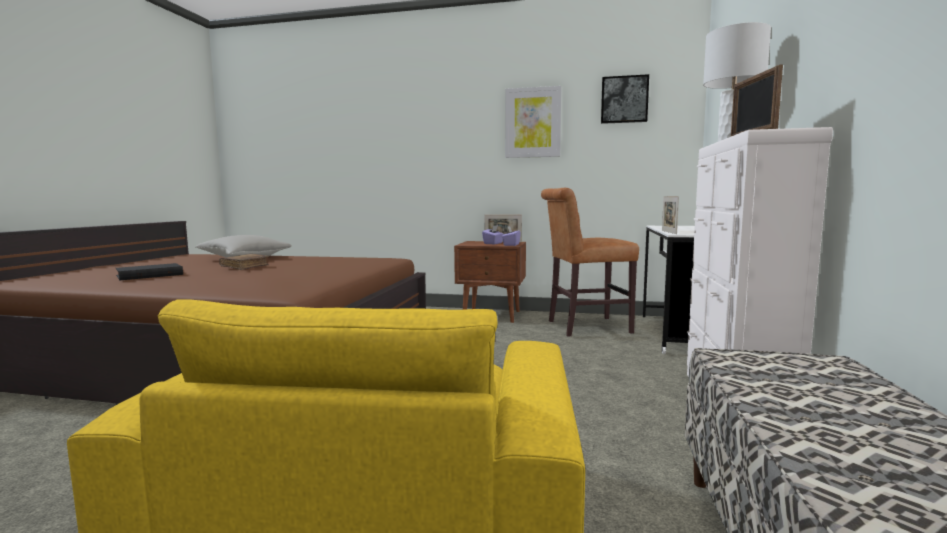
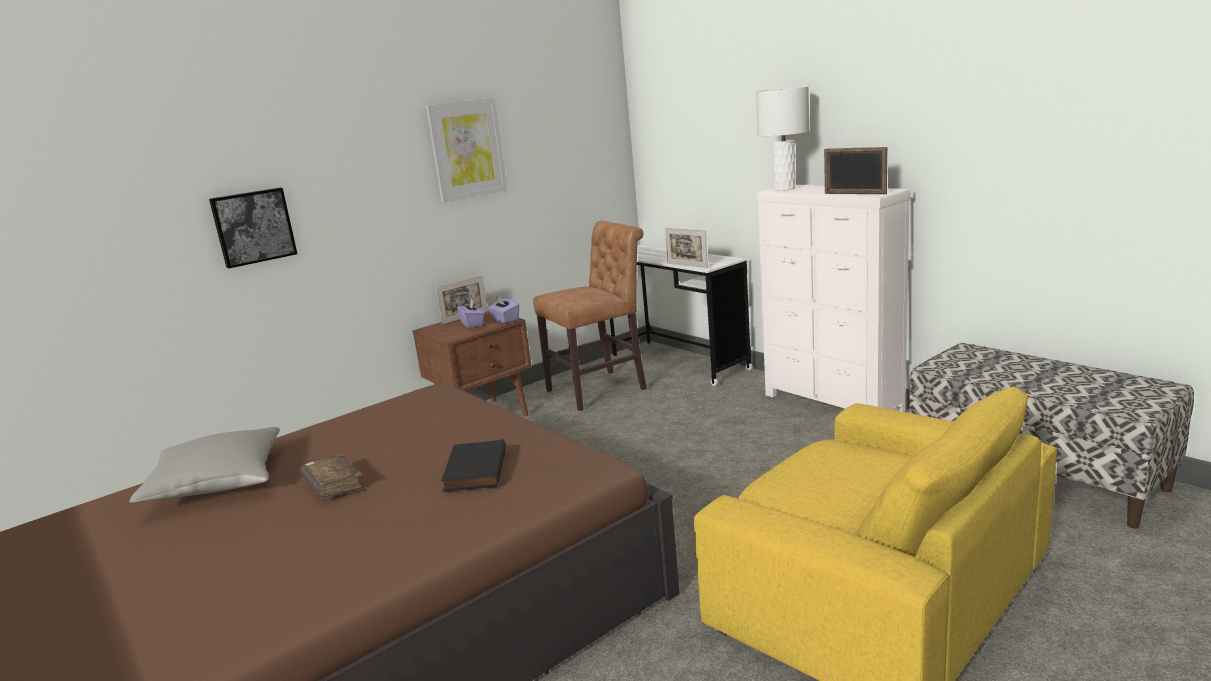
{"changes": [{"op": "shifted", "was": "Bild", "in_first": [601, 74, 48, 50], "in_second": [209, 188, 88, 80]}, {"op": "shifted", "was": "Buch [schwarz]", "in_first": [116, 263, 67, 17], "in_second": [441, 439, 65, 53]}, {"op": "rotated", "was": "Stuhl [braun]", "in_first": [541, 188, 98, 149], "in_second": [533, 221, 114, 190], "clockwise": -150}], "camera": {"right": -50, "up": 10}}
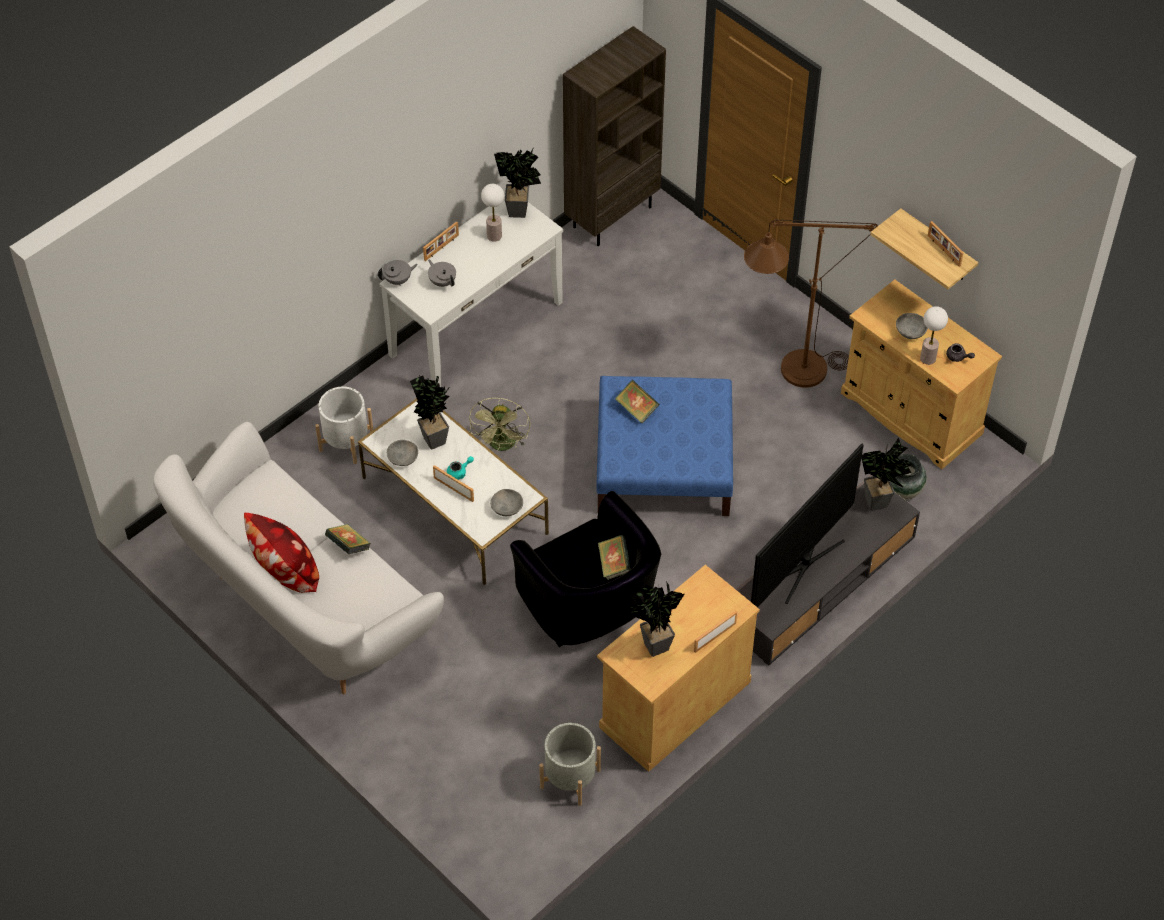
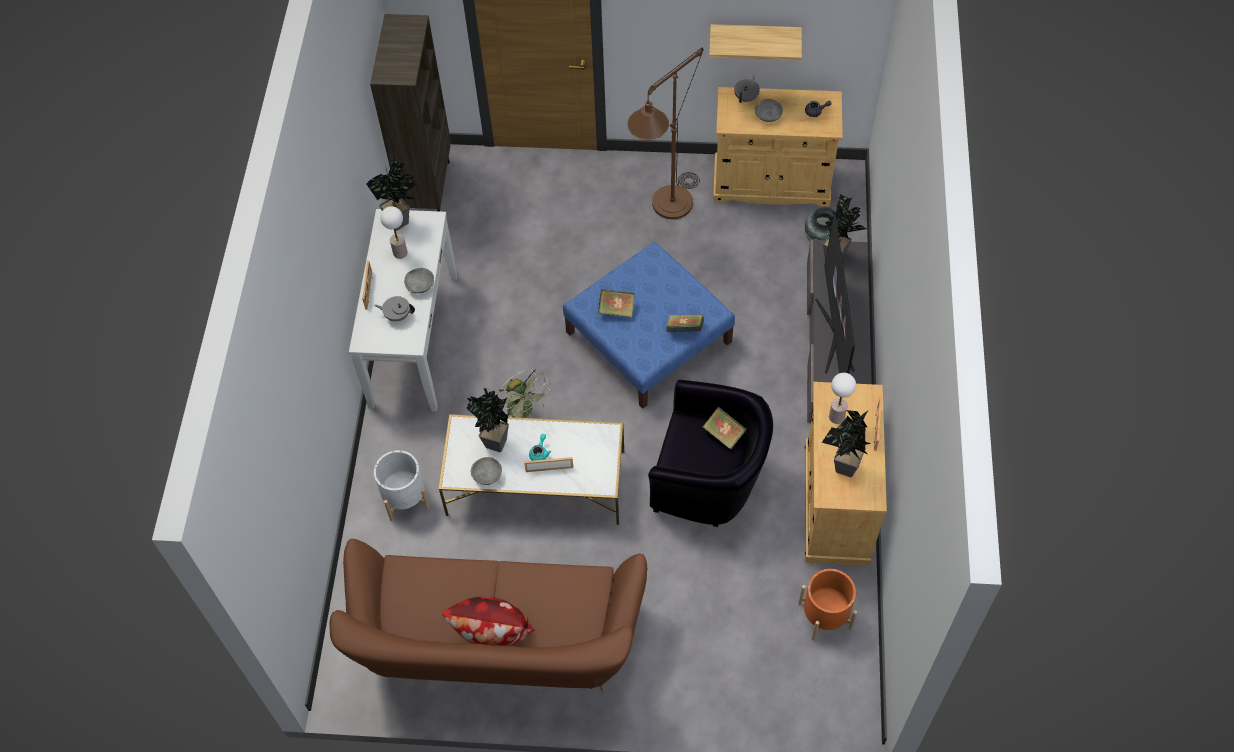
{"changes": [{"op": "repainted", "was": "Sofa [weiß]", "now": "Sofa [braun]", "in_first": [153, 422, 291, 272], "in_second": [329, 539, 318, 153]}, {"op": "shifted", "was": "Schüssel [grau]", "in_first": [490, 489, 33, 27], "in_second": [404, 268, 30, 26]}, {"op": "shifted", "was": "Buch", "in_first": [325, 524, 46, 30], "in_second": [666, 314, 38, 18]}, {"op": "shifted", "was": "Teekanne [grau]", "in_first": [378, 260, 40, 25], "in_second": [734, 75, 26, 28]}, {"op": "repainted", "was": "Pflanzkübel [grau]", "now": "Pflanzkübel [orange]", "in_first": [539, 723, 62, 83], "in_second": [798, 569, 59, 71]}, {"op": "shifted", "was": "Tischlampe", "in_first": [920, 306, 28, 59], "in_second": [829, 373, 27, 51]}, {"op": "gone", "was": "Bilderrahmen", "in_first": [928, 221, 36, 46]}], "camera": {"right": -40, "up": 5}}
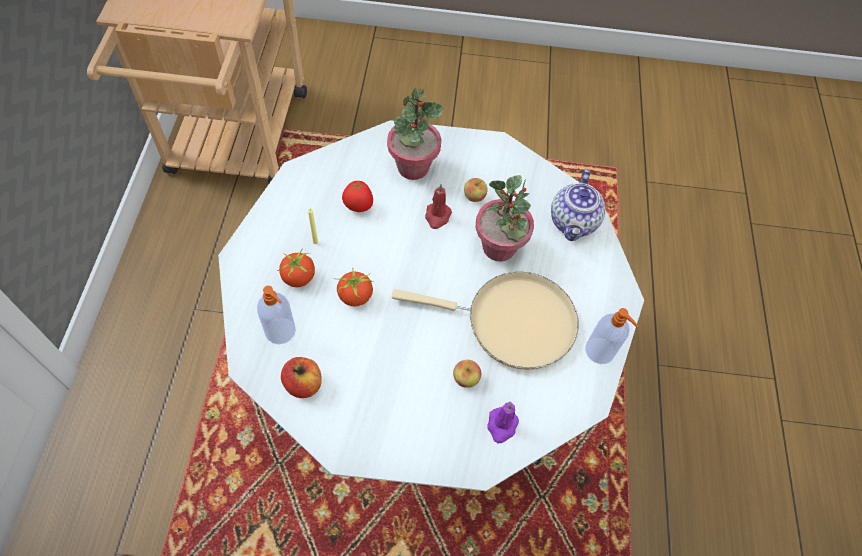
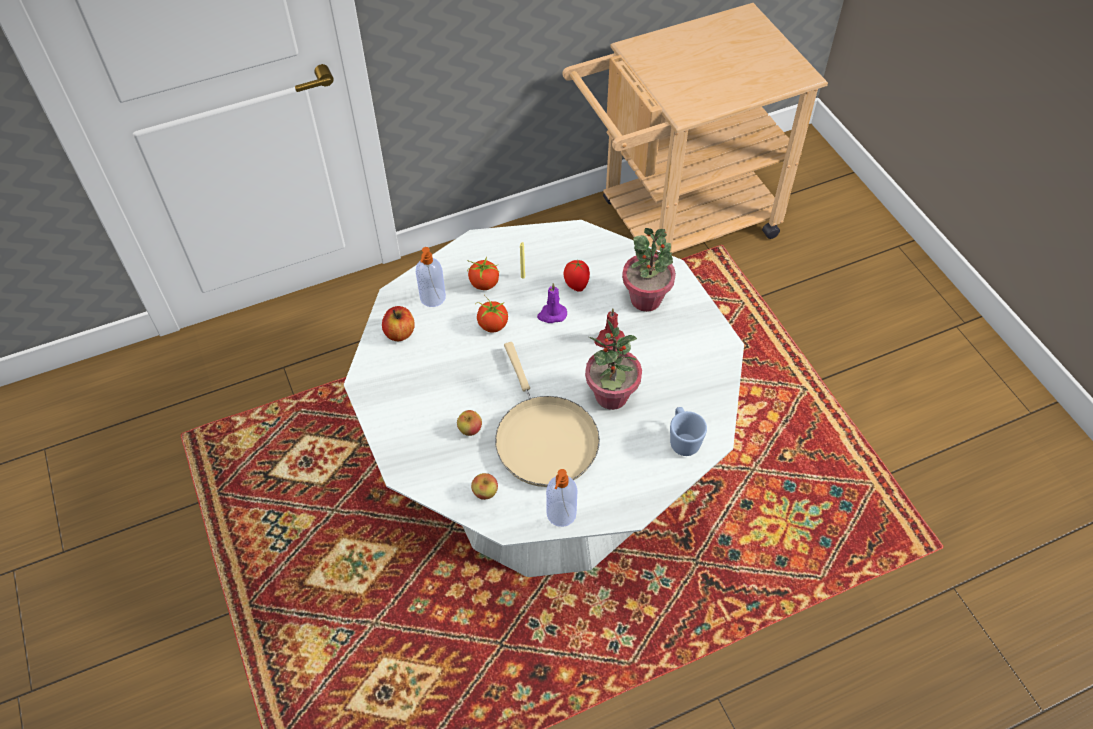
{"changes": [{"op": "shifted", "was": "Apfel", "in_first": [464, 178, 24, 24], "in_second": [471, 473, 27, 27]}, {"op": "shifted", "was": "Kerze [lila]", "in_first": [487, 402, 32, 41], "in_second": [537, 283, 30, 40]}, {"op": "swapped", "was": "Teekanne", "now": "Henkelbecher [blau]", "in_first": [551, 170, 55, 71], "in_second": [670, 407, 37, 49]}], "camera": {"right": 65, "up": -5}}
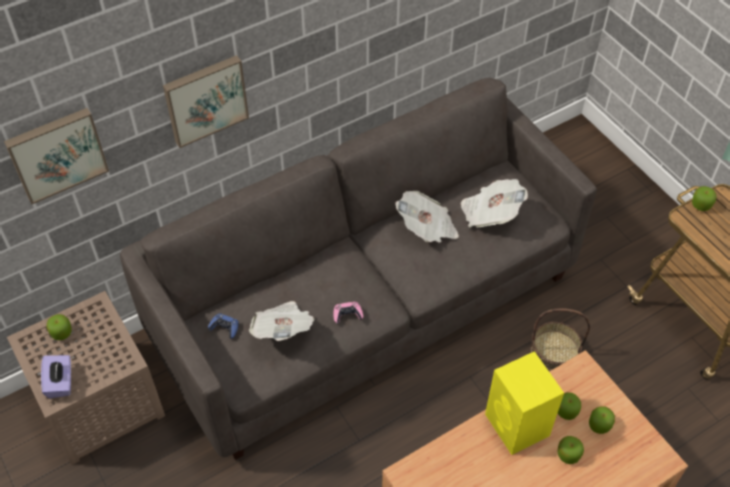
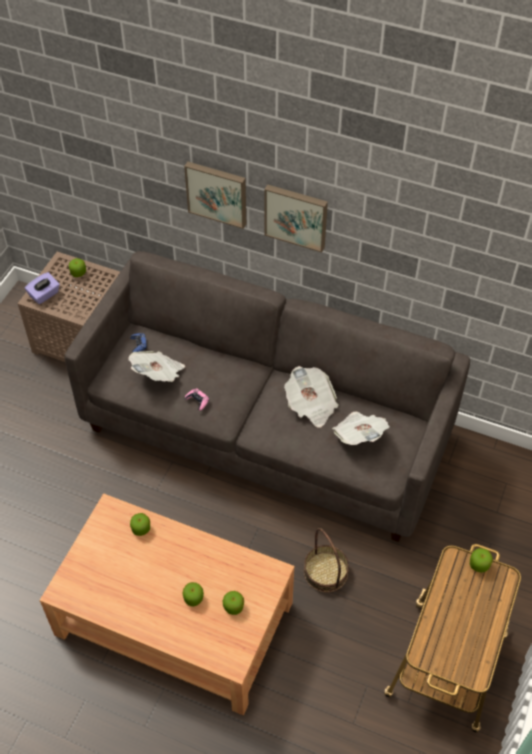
{"changes": [{"op": "shifted", "was": "Apfel", "in_first": [558, 392, 23, 28], "in_second": [130, 513, 20, 23]}, {"op": "shifted", "was": "Bild", "in_first": [4, 108, 105, 96], "in_second": [264, 184, 64, 69]}, {"op": "gone", "was": "Lautsprecher [gelb]", "in_first": [485, 351, 79, 104]}], "camera": {"right": 55, "up": 0}}
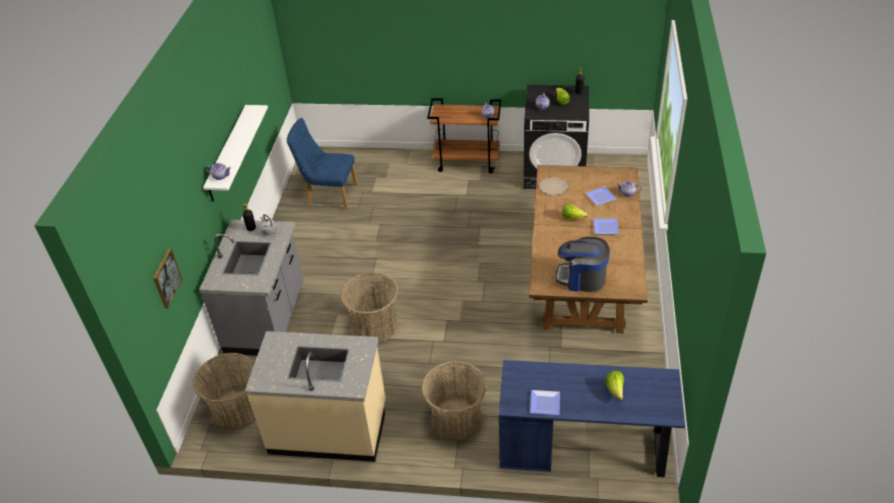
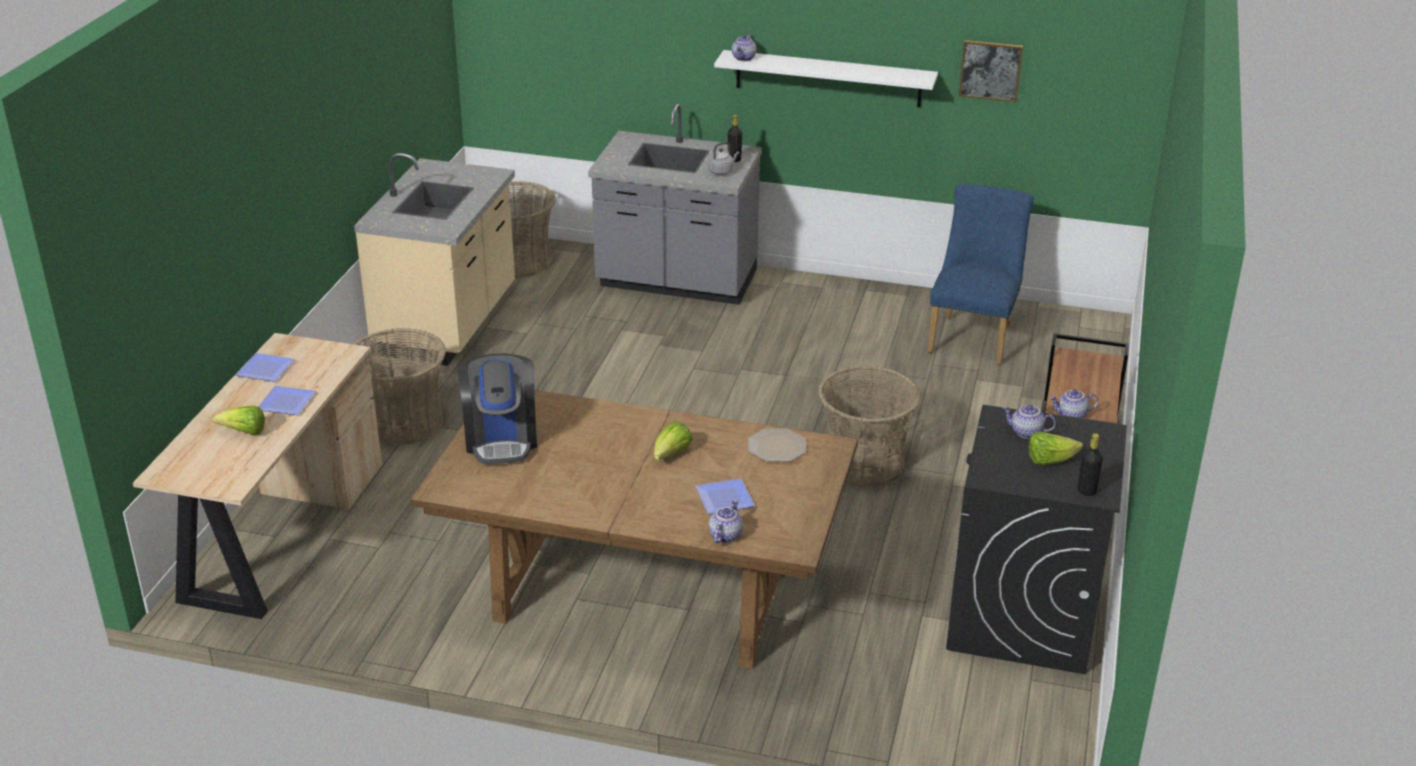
{"changes": [{"op": "repainted", "was": "Schreibtisch [blau]", "now": "Schreibtisch [beige]", "in_first": [498, 360, 187, 117], "in_second": [133, 333, 249, 286]}, {"op": "shifted", "was": "Teller", "in_first": [593, 219, 26, 15], "in_second": [258, 386, 58, 29]}, {"op": "rotated", "was": "Kaffeemaschine", "in_first": [556, 237, 54, 55], "in_second": [457, 354, 80, 110], "clockwise": 150}, {"op": "shifted", "was": "Korb", "in_first": [340, 272, 58, 70], "in_second": [818, 365, 103, 122]}, {"op": "shifted", "was": "Bild", "in_first": [153, 249, 29, 60], "in_second": [959, 40, 64, 62]}], "camera": {"right": 95, "up": -10}}
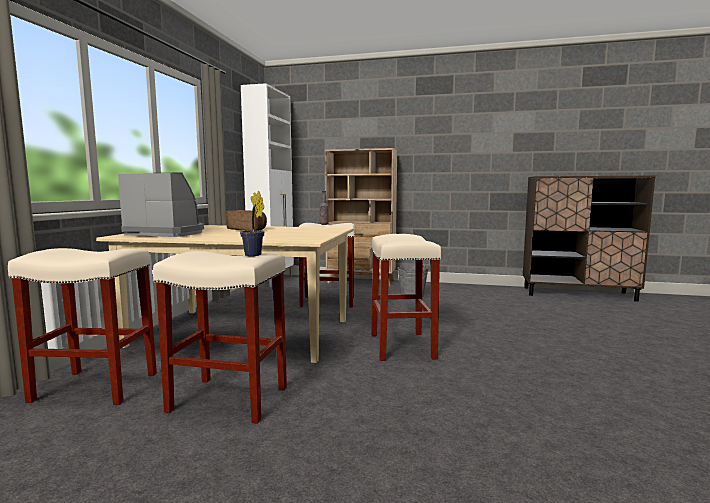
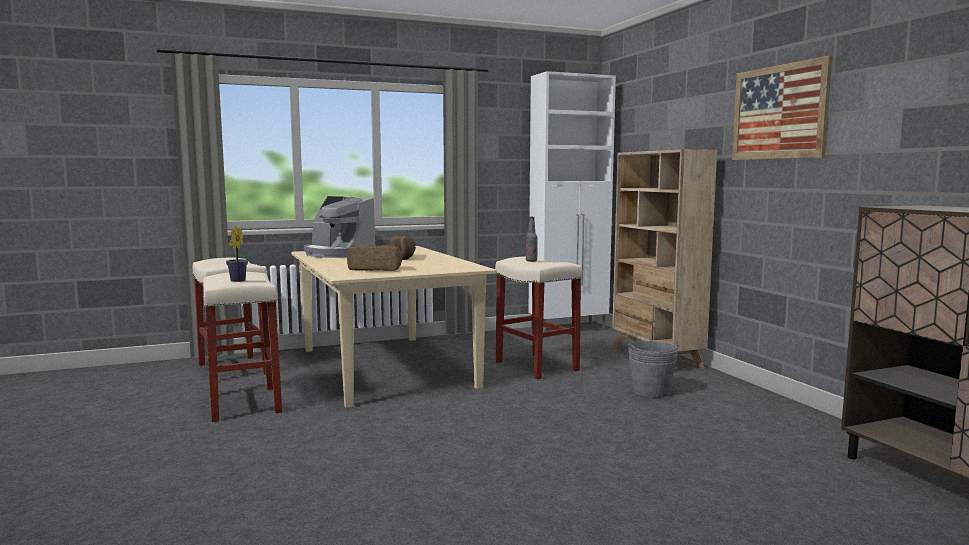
{"changes": [{"op": "rotated", "was": "Kaffeemaschine", "in_first": [118, 173, 86, 64], "in_second": [304, 196, 71, 62], "clockwise": 150}, {"op": "new", "now": "Brot", "in_second": [347, 245, 55, 26]}, {"op": "new", "now": "Bild", "in_second": [732, 56, 100, 104]}, {"op": "gone", "was": "Hocker [beige]", "in_first": [371, 234, 71, 127]}], "camera": {"right": 55, "up": 0}}
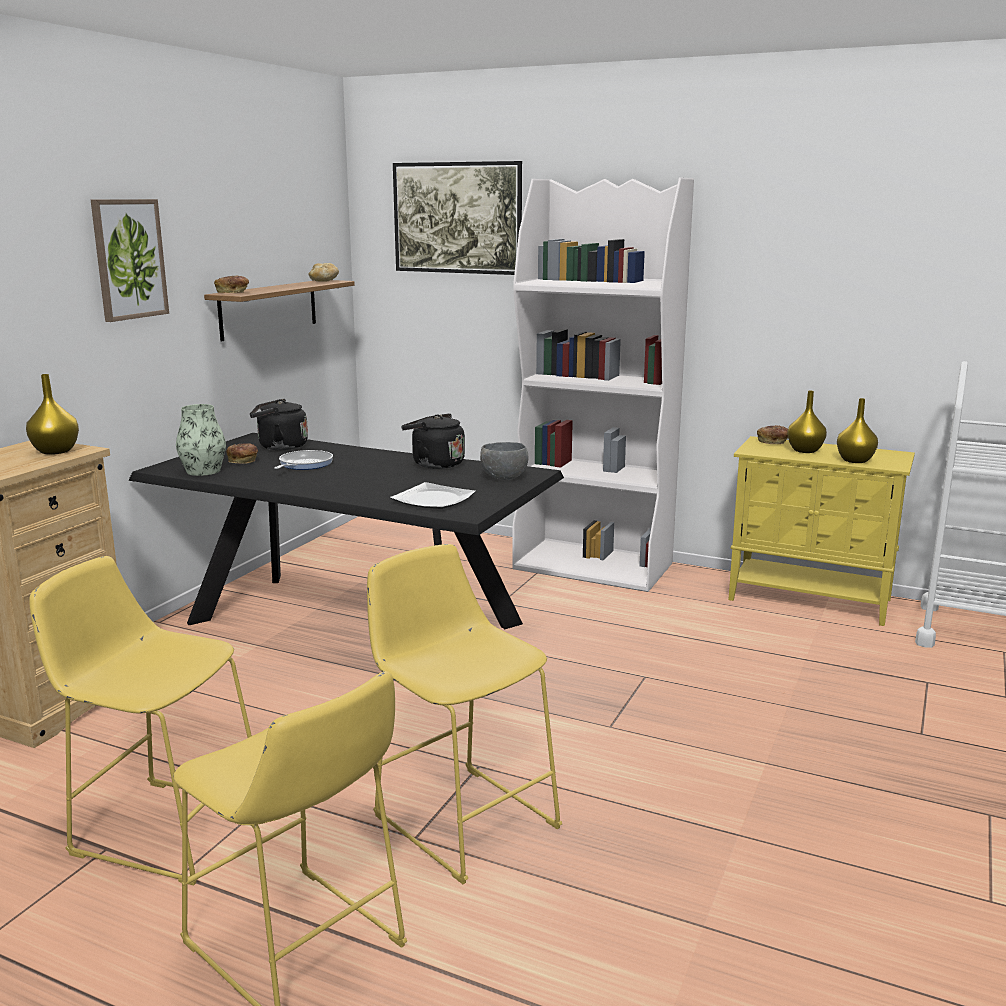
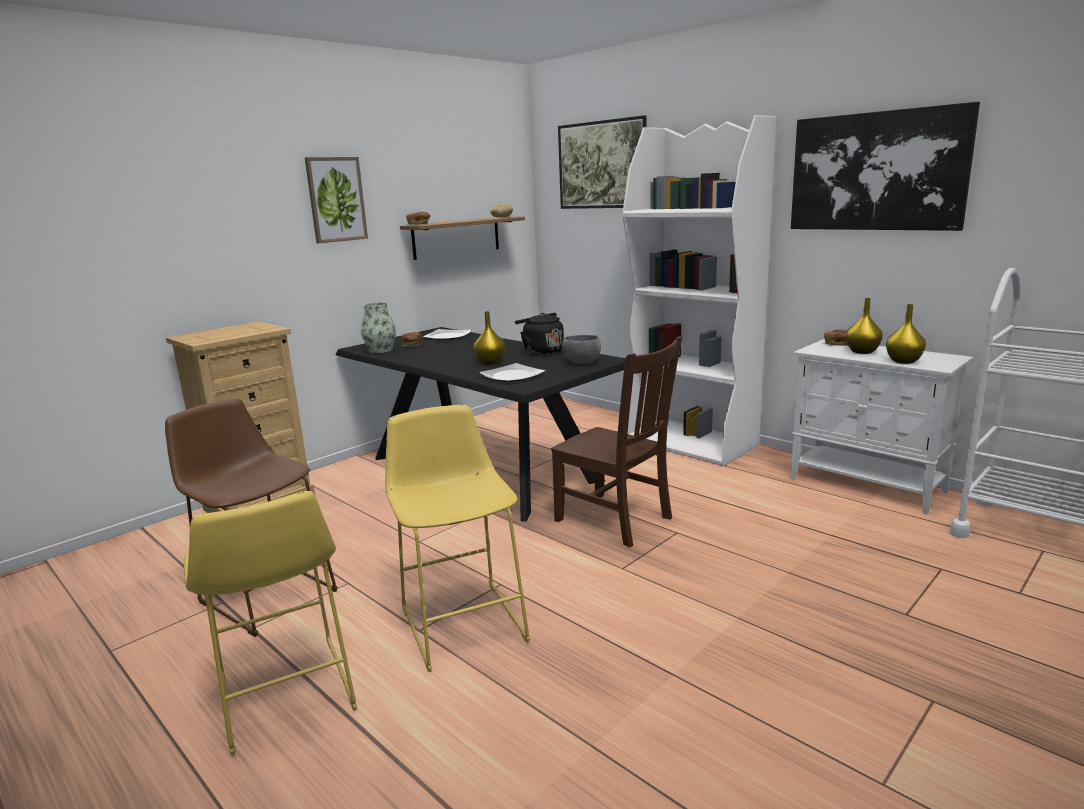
{"changes": [{"op": "repainted", "was": "Hocker [gelb]", "now": "Hocker [braun]", "in_first": [29, 556, 223, 330], "in_second": [165, 398, 173, 239]}, {"op": "swapped", "was": "Wasserkessel [schwarz]", "now": "Teller", "in_first": [250, 399, 58, 51], "in_second": [423, 329, 49, 11]}, {"op": "shifted", "was": "Vase [gelb]", "in_first": [26, 374, 53, 81], "in_second": [474, 311, 31, 53]}, {"op": "new", "now": "Stuhl [braun]", "in_second": [551, 336, 131, 211]}, {"op": "new", "now": "Bild", "in_second": [791, 102, 189, 129]}, {"op": "repainted", "was": "Schrank [gelb]", "now": "Schrank [weiß]", "in_first": [728, 436, 187, 190], "in_second": [791, 339, 182, 175]}, {"op": "gone", "was": "Pfanne", "in_first": [274, 450, 59, 20]}], "camera": {"right": 20, "up": 0}}
